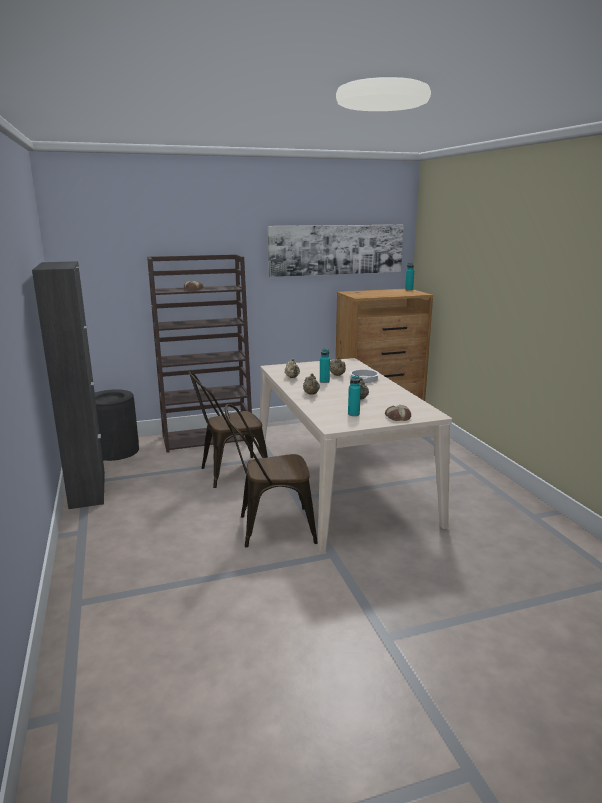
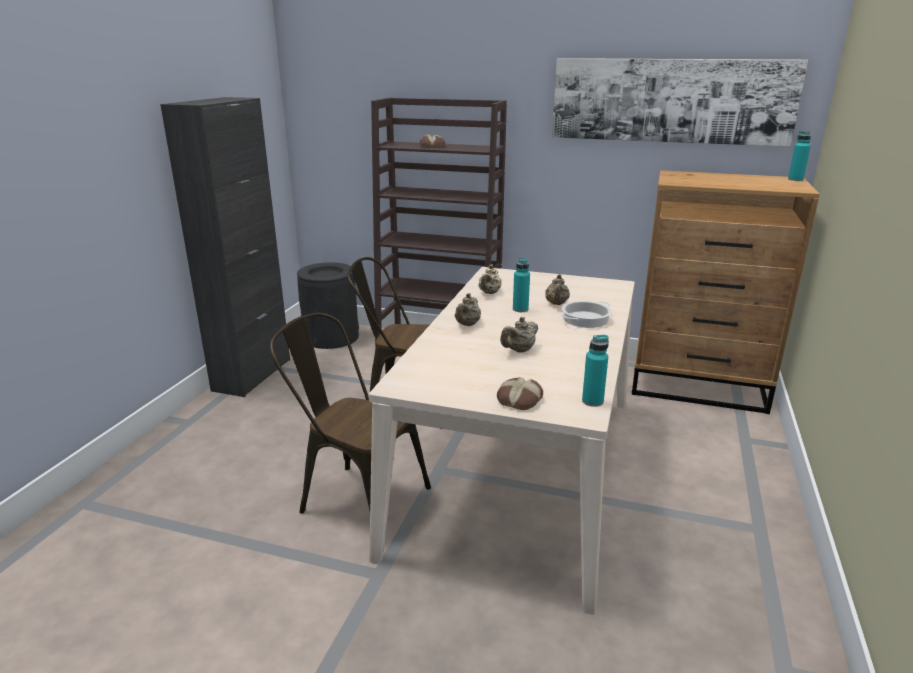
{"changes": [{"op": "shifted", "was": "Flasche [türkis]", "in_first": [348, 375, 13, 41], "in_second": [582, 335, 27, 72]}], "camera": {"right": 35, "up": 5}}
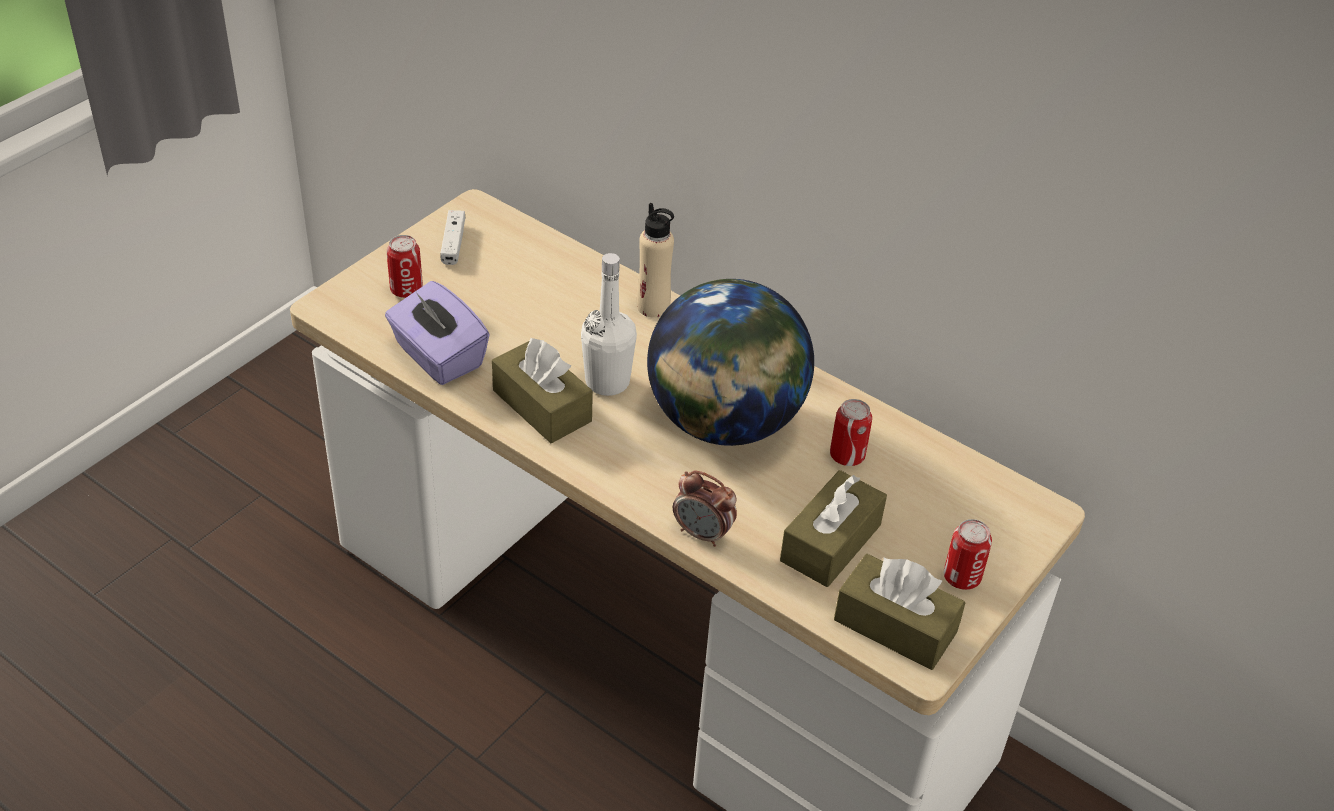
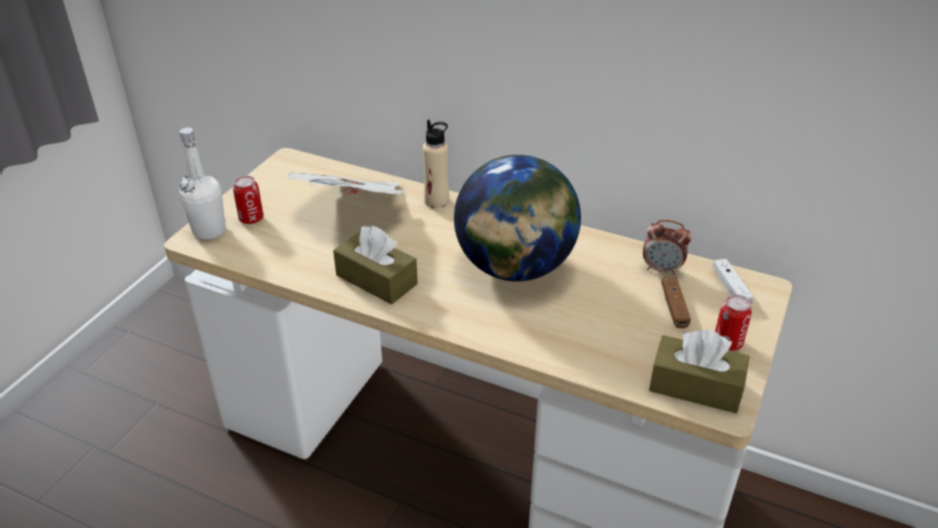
{"changes": [{"op": "shifted", "was": "Flasche [weiß]", "in_first": [581, 253, 56, 143], "in_second": [179, 128, 47, 112]}, {"op": "new", "now": "Zeitung", "in_second": [287, 172, 118, 23]}, {"op": "shifted", "was": "Wecker", "in_first": [673, 470, 64, 77], "in_second": [643, 220, 49, 55]}, {"op": "new", "now": "Gamepad [braun]", "in_second": [661, 277, 30, 51]}, {"op": "shifted", "was": "Gamepad [weiß]", "in_first": [440, 210, 25, 55], "in_second": [712, 259, 42, 45]}, {"op": "gone", "was": "Taschentuchbox [lila]", "in_first": [385, 281, 105, 104]}, {"op": "gone", "was": "Taschentuchbox [braun]", "in_first": [780, 470, 107, 117]}, {"op": "gone", "was": "Dose", "in_first": [830, 399, 42, 67]}], "camera": {"right": -10, "up": -5}}
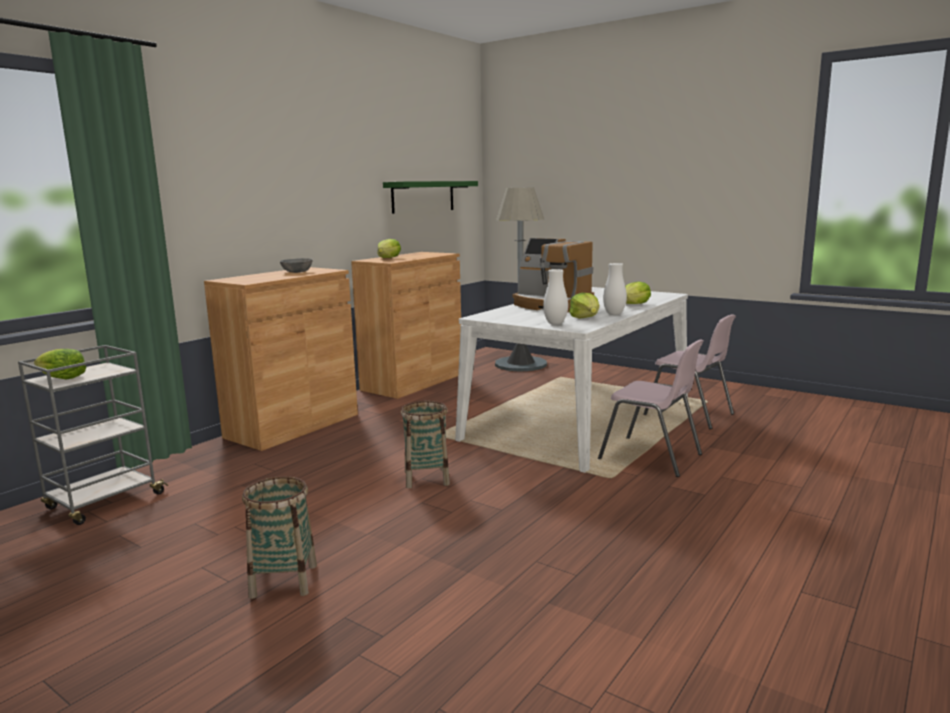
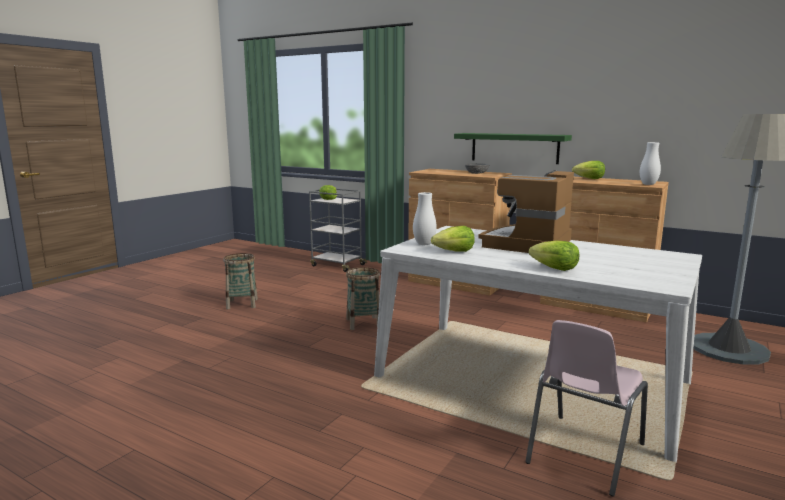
{"changes": [{"op": "shifted", "was": "Wandregal [grün]", "in_first": [383, 181, 95, 33], "in_second": [454, 133, 118, 31]}, {"op": "shifted", "was": "Vase [weiß]", "in_first": [603, 263, 24, 52], "in_second": [640, 142, 21, 43]}, {"op": "gone", "was": "Stuhl [rosa]", "in_first": [598, 339, 106, 138]}], "camera": {"right": 85, "up": 0}}
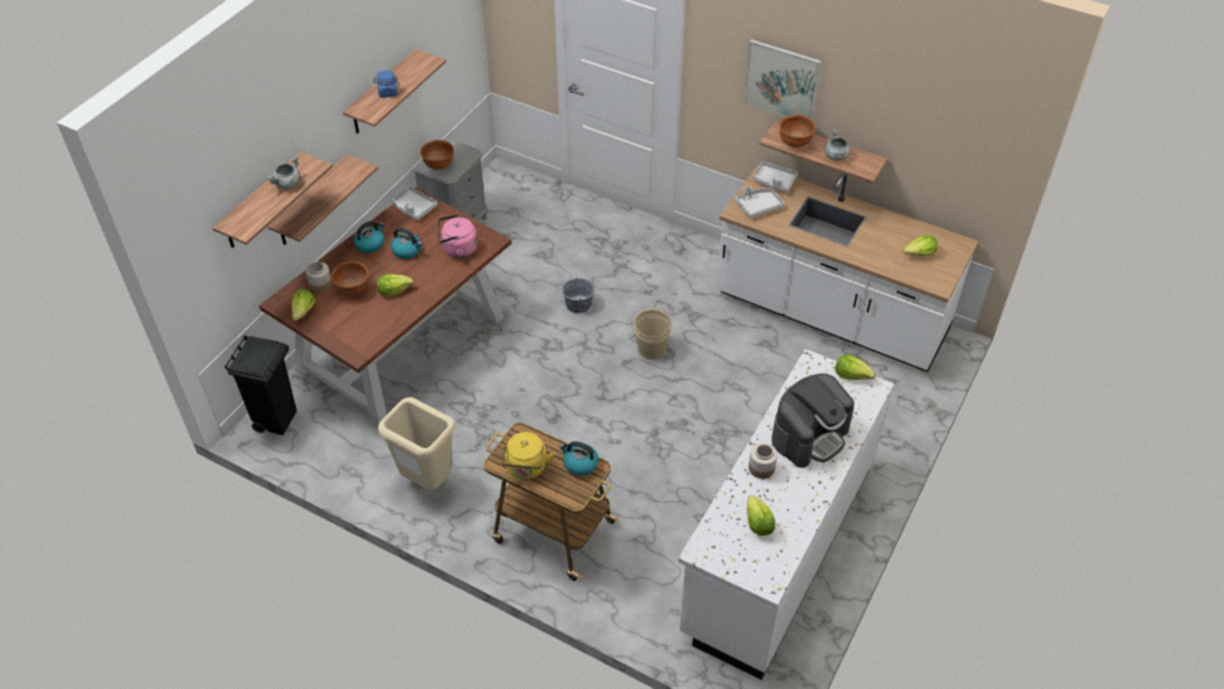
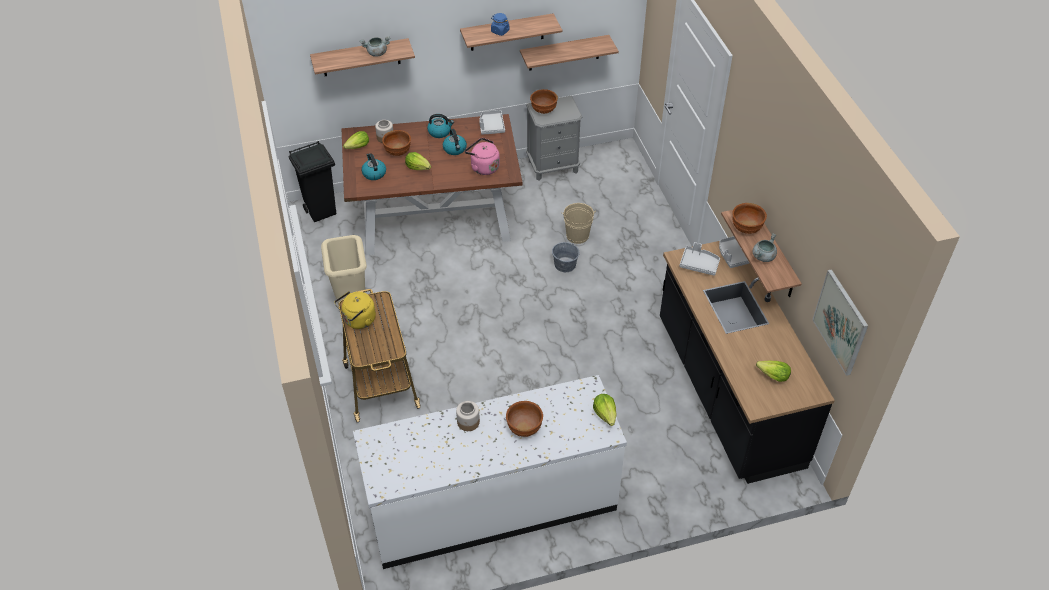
{"changes": [{"op": "shifted", "was": "Wasserkessel", "in_first": [559, 441, 40, 35], "in_second": [361, 153, 25, 27]}, {"op": "swapped", "was": "Kaffeemaschine", "now": "Schüssel [braun]", "in_first": [772, 373, 82, 95], "in_second": [506, 401, 37, 36]}, {"op": "shifted", "was": "Wandregal", "in_first": [267, 154, 111, 91], "in_second": [520, 35, 99, 36]}, {"op": "shifted", "was": "Eimer [beige]", "in_first": [634, 309, 38, 51], "in_second": [561, 203, 35, 41]}, {"op": "repainted", "was": "Küchenzeile [weiß]", "now": "Küchenzeile [schwarz]", "in_first": [716, 165, 263, 207], "in_second": [660, 241, 175, 243]}, {"op": "shifted", "was": "Bild", "in_first": [743, 39, 79, 81], "in_second": [813, 269, 55, 107]}, {"op": "gone", "was": "Salatkopf", "in_first": [747, 495, 28, 41]}], "camera": {"right": 45, "up": 0}}
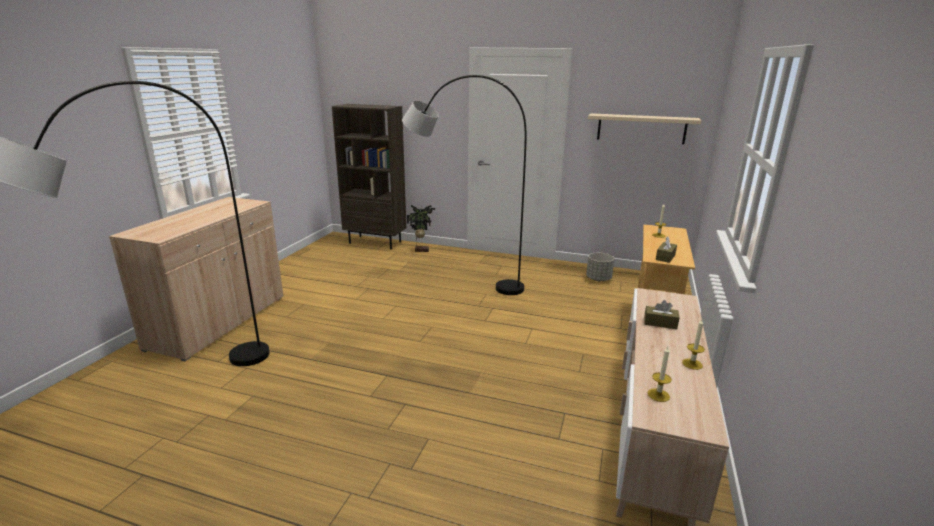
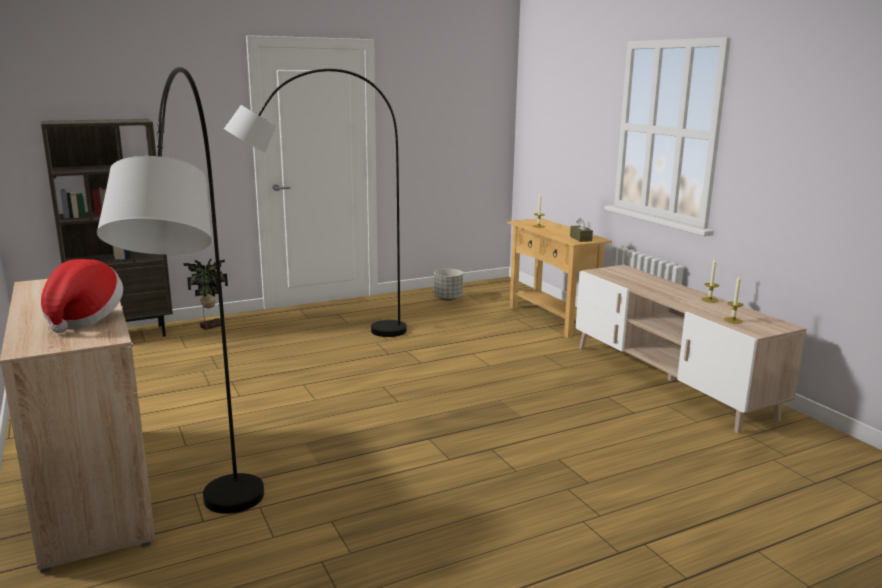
{"changes": [{"op": "new", "now": "Hut", "in_second": [41, 259, 82, 74]}, {"op": "gone", "was": "Wandregal [beige]", "in_first": [588, 113, 113, 31]}, {"op": "gone", "was": "Taschentuchbox [braun]", "in_first": [644, 300, 35, 29]}], "camera": {"right": -45, "up": -5}}
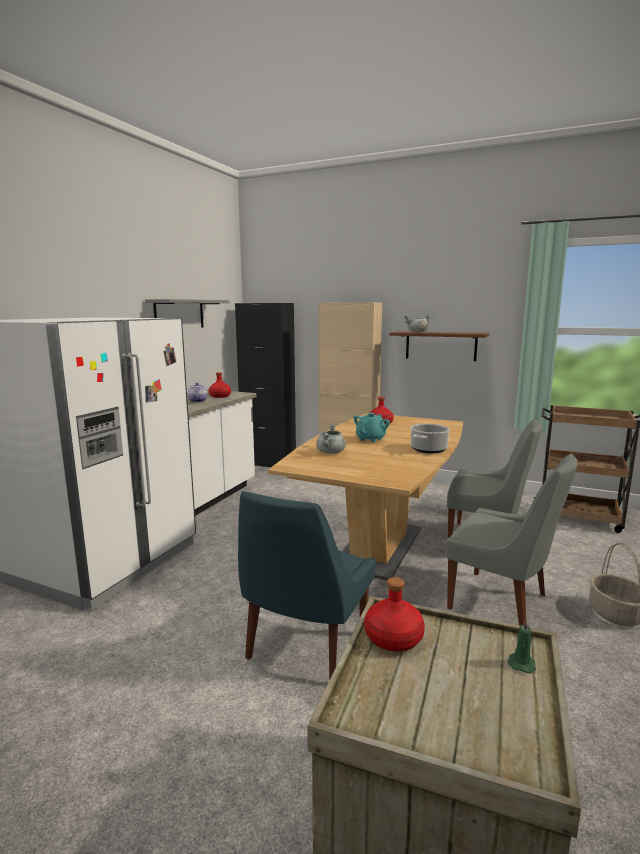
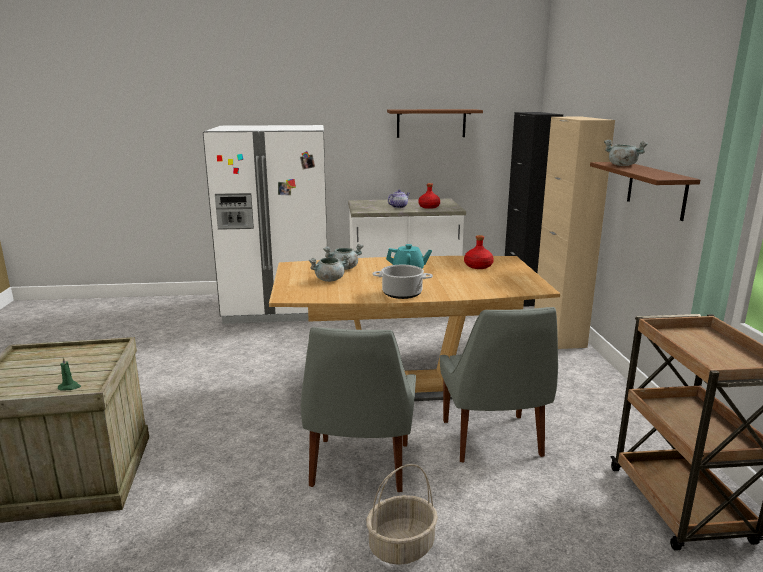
{"changes": [{"op": "new", "now": "Kochtopf [grau]", "in_second": [309, 254, 42, 28]}, {"op": "repainted", "was": "Wandregal [grau]", "now": "Wandregal [braun]", "in_first": [145, 299, 84, 29], "in_second": [387, 109, 96, 29]}, {"op": "gone", "was": "Stuhl [blau]", "in_first": [238, 491, 138, 189]}, {"op": "gone", "was": "Flasche [rot]", "in_first": [364, 577, 61, 75]}], "camera": {"right": 60, "up": 5}}
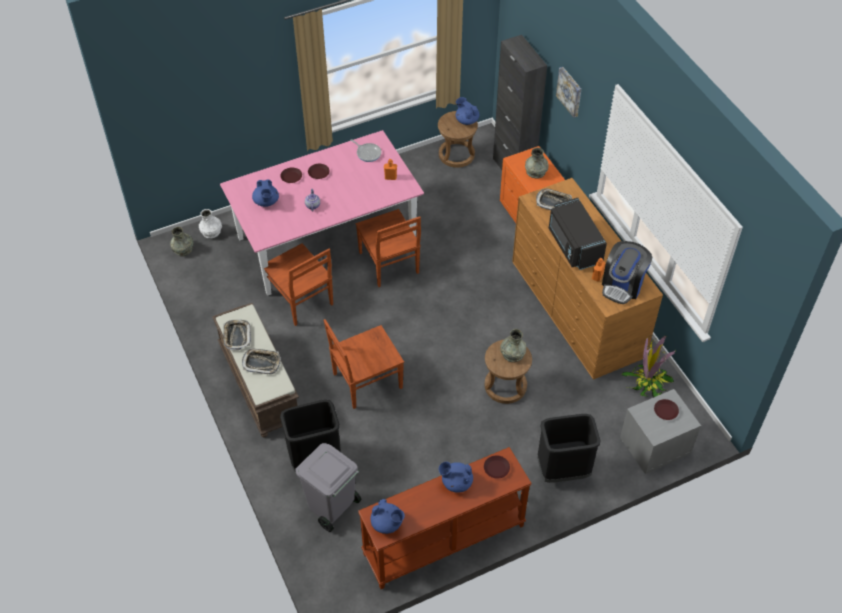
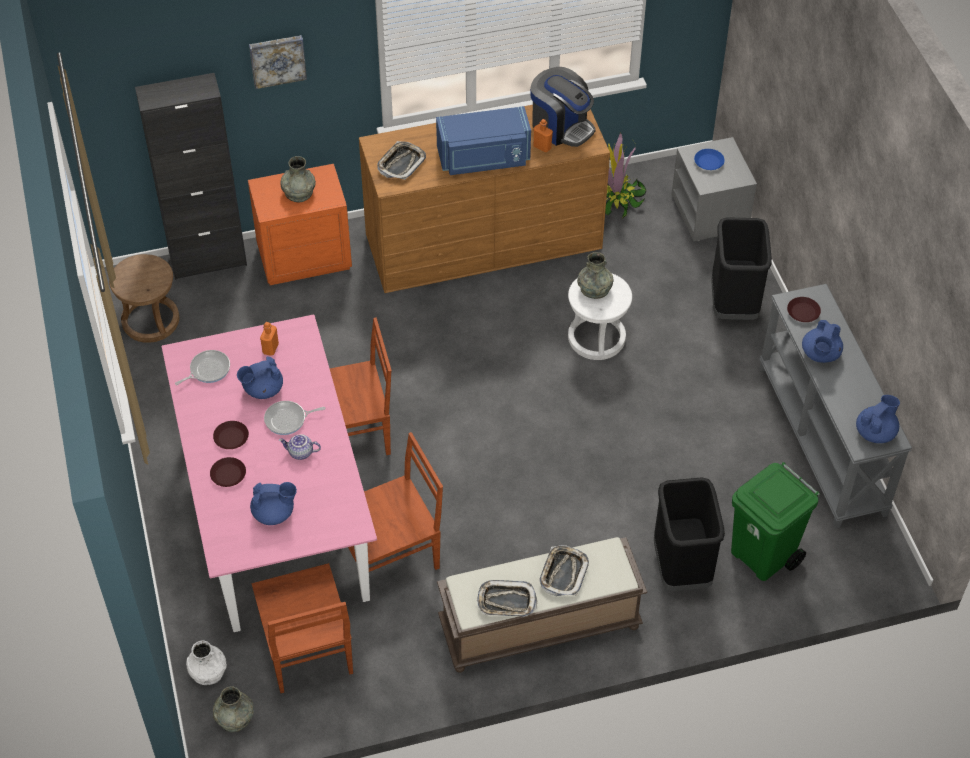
{"changes": [{"op": "shifted", "was": "Teekanne [blau]", "in_first": [456, 97, 23, 28], "in_second": [237, 357, 46, 42]}, {"op": "shifted", "was": "Stuhl [braun]", "in_first": [323, 319, 81, 90], "in_second": [252, 563, 101, 130]}, {"op": "new", "now": "Pfanne", "in_second": [264, 401, 61, 34]}, {"op": "repainted", "was": "Mikrowelle [schwarz]", "now": "Mikrowelle [blau]", "in_first": [549, 198, 58, 72], "in_second": [436, 106, 95, 69]}, {"op": "repainted", "was": "Hocker [braun]", "now": "Hocker [weiß]", "in_first": [485, 340, 47, 64], "in_second": [568, 273, 64, 87]}, {"op": "repainted", "was": "Teller [braun]", "now": "Teller [blau]", "in_first": [654, 399, 25, 21], "in_second": [694, 149, 31, 21]}, {"op": "repainted", "was": "Mülleimer [grau]", "now": "Mülleimer [grün]", "in_first": [295, 443, 66, 89], "in_second": [731, 462, 89, 119]}, {"op": "repainted", "was": "Konsolentisch [braun]", "now": "Konsolentisch [grau]", "in_first": [358, 447, 174, 142], "in_second": [759, 284, 153, 245]}], "camera": {"right": -80, "up": 0}}
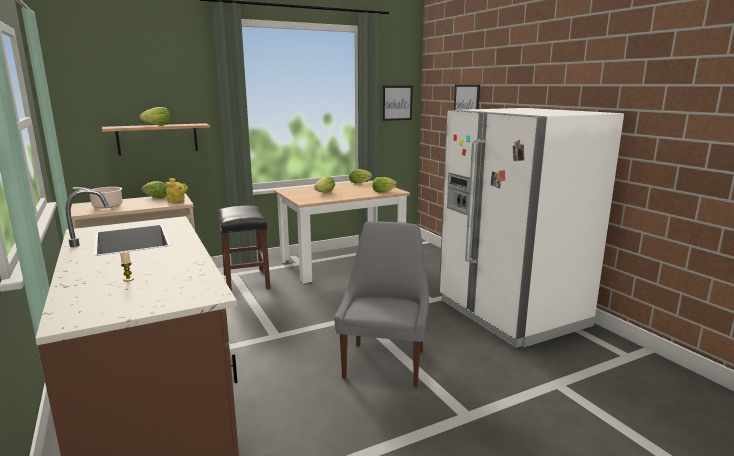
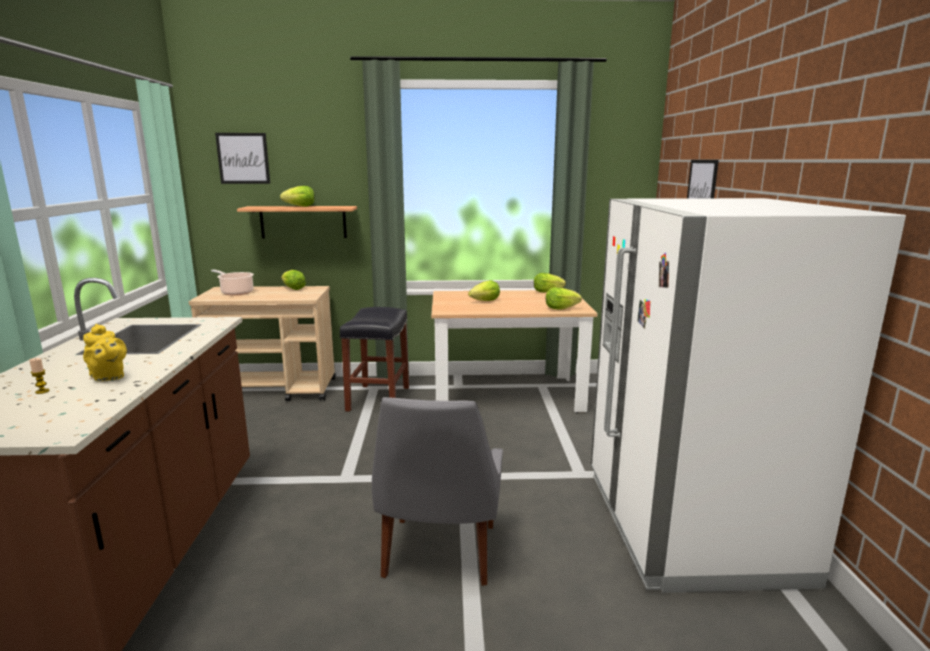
{"changes": [{"op": "shifted", "was": "Teekanne [gelb]", "in_first": [165, 178, 23, 25], "in_second": [83, 324, 44, 58]}, {"op": "shifted", "was": "Bild", "in_first": [382, 86, 31, 35], "in_second": [215, 133, 55, 51]}, {"op": "rotated", "was": "Stuhl [grau]", "in_first": [334, 221, 95, 165], "in_second": [372, 397, 131, 189], "clockwise": 150}], "camera": {"right": 25, "up": 0}}
